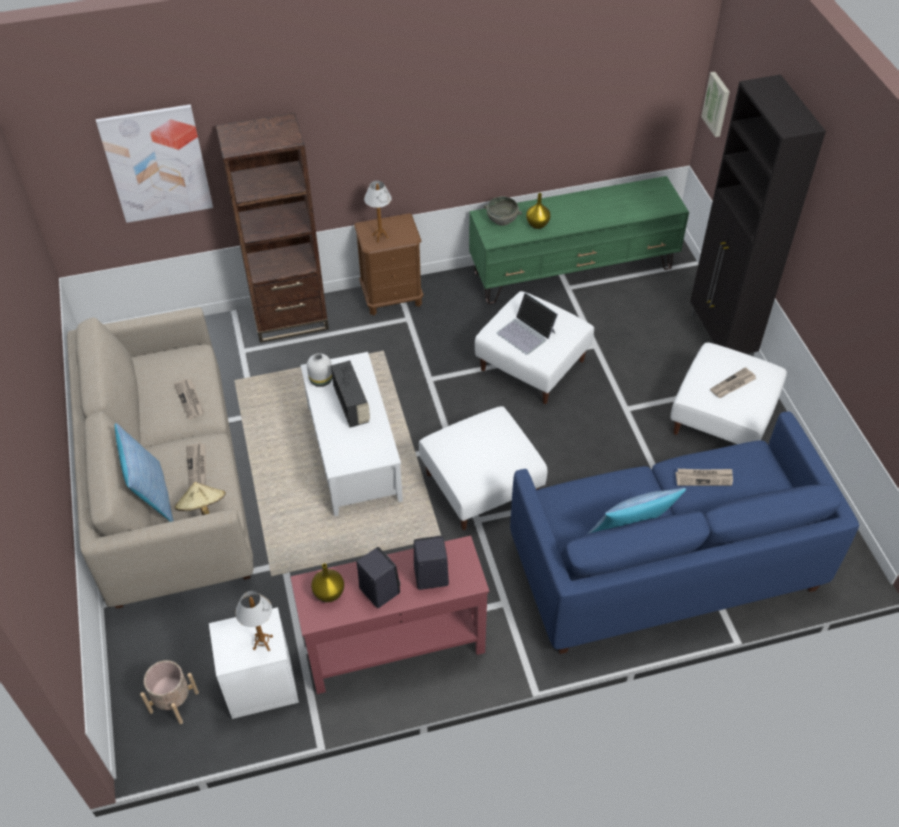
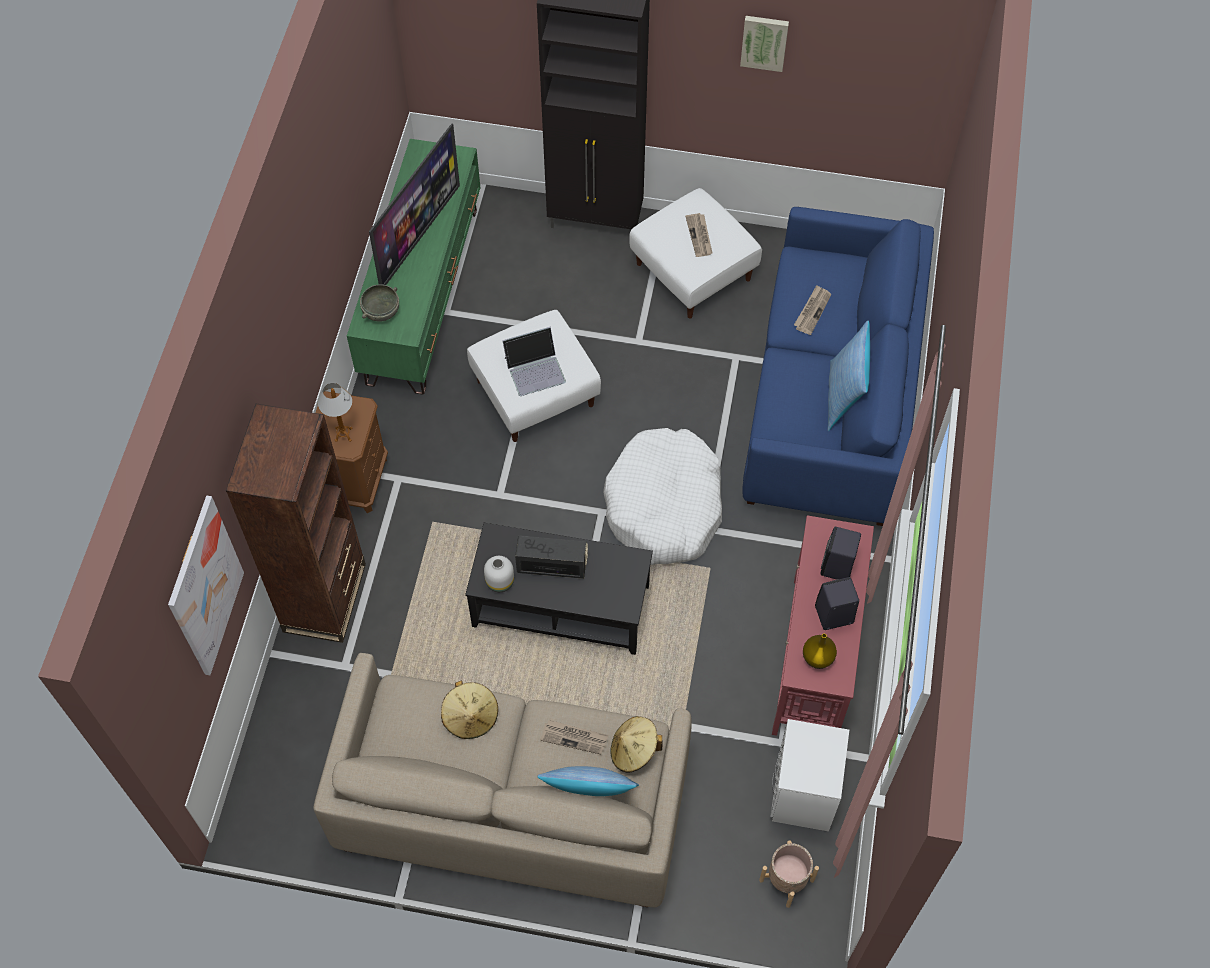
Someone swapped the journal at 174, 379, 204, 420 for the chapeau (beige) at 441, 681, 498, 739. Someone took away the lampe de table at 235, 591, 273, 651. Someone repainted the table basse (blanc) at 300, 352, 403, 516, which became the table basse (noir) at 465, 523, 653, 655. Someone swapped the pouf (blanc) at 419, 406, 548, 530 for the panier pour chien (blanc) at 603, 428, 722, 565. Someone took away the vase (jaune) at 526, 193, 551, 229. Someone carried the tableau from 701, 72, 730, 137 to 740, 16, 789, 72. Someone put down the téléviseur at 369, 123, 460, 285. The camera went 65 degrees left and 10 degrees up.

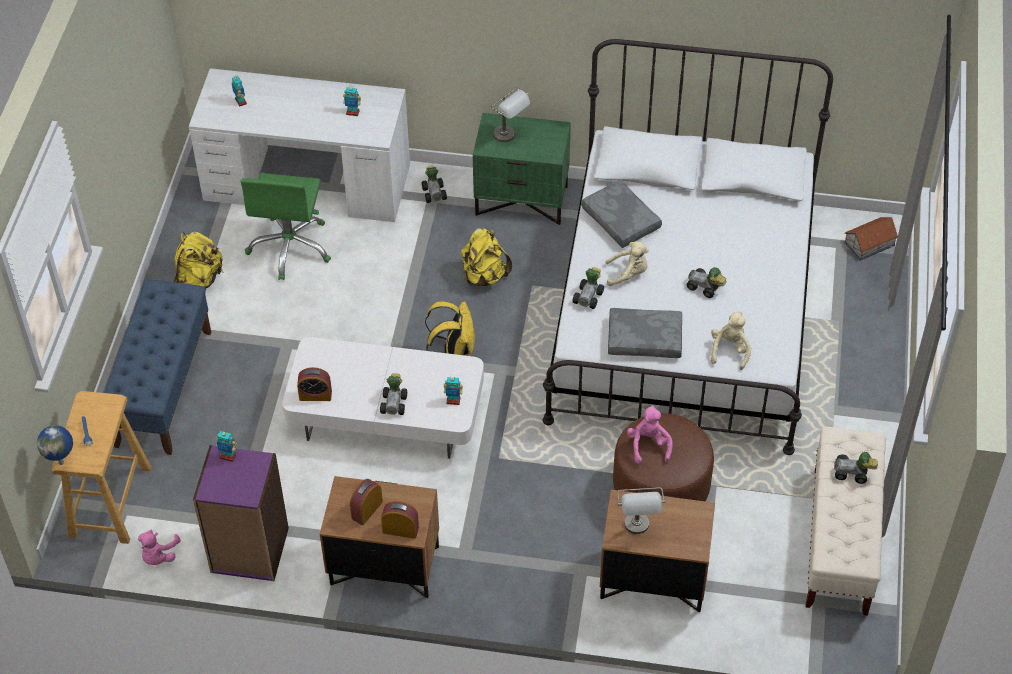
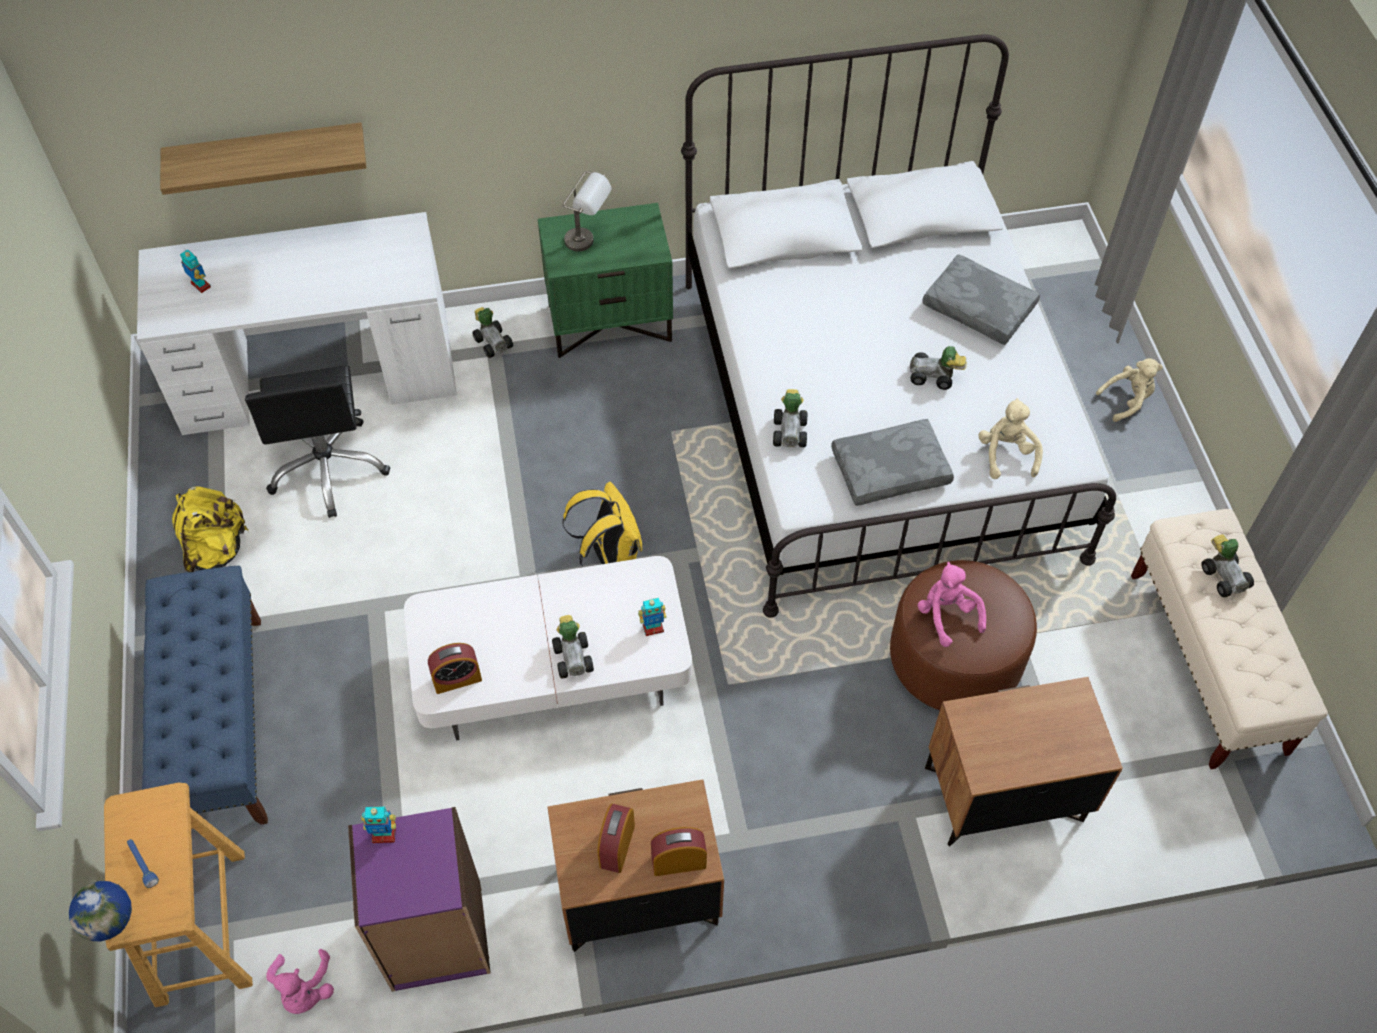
Someone repainted the chaise de bureau (vert) at 240, 173, 331, 280, which became the chaise de bureau (noir) at 245, 365, 390, 518. Someone took away the robot jouet at 343, 87, 361, 116. Someone took away the sac à dos (jaune) at 461, 228, 512, 286. Someone carried the coussin (gris) from 581, 180, 662, 248 to 922, 254, 1040, 345. Someone carried the peluche (beige) from 605, 241, 649, 286 to 1096, 358, 1163, 422. Someone took away the lampe de table (gris) at 617, 487, 666, 534. Someone rotated the petite voiture at 834, 452, 878, 484 by 105 degrees counterclockwise. Someone took away the maison miniature at 844, 217, 898, 261. Someone put up the étagère at 160, 123, 367, 195. The camera went 20 degrees left and 5 degrees up.

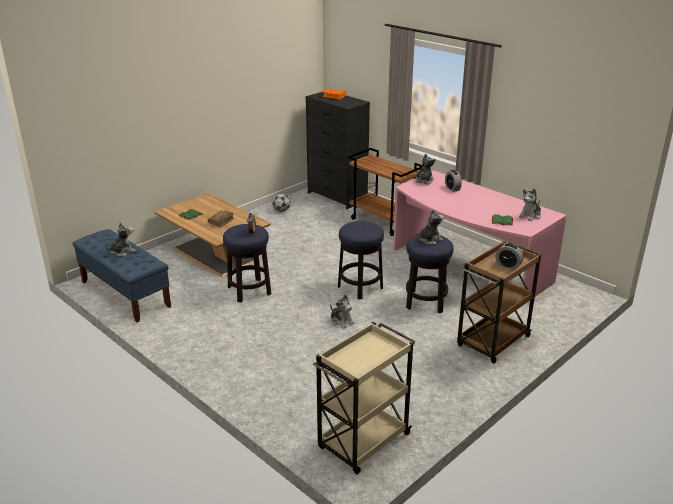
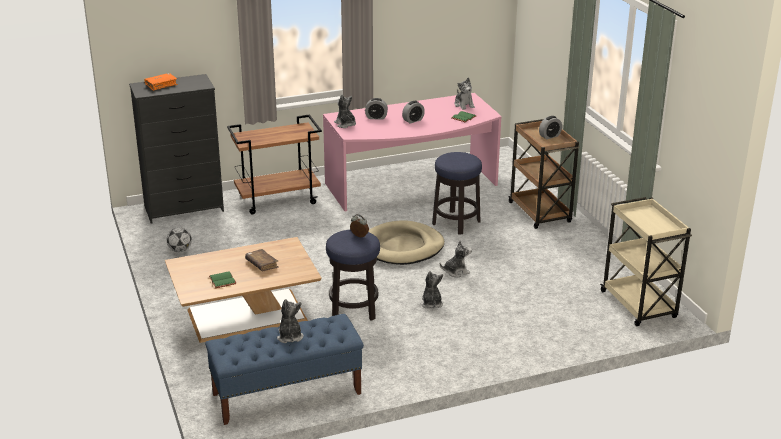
Someone swapped the tabouret at 338, 221, 384, 299 for the panier pour chien (beige) at 369, 220, 444, 265. Someone carried the peluche from 417, 210, 444, 245 to 421, 271, 443, 309. Someone put down the réveil at 402, 101, 425, 124. The camera went 65 degrees left and 0 degrees up.

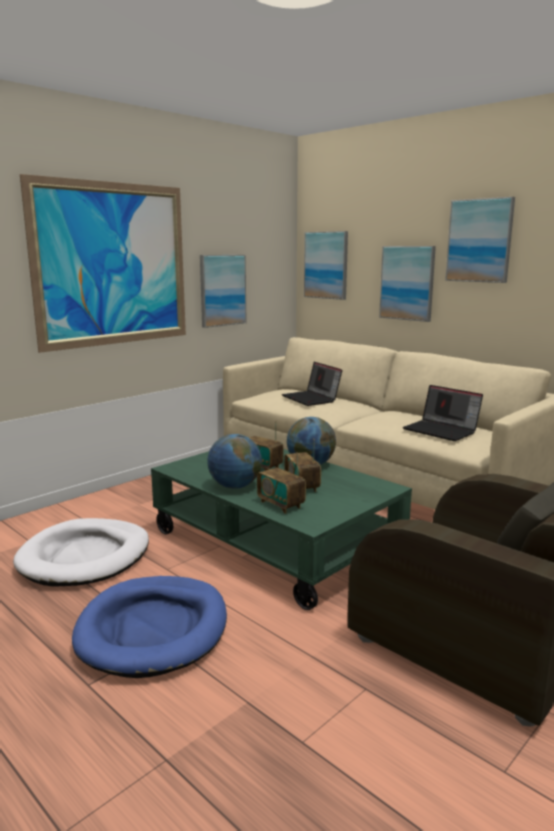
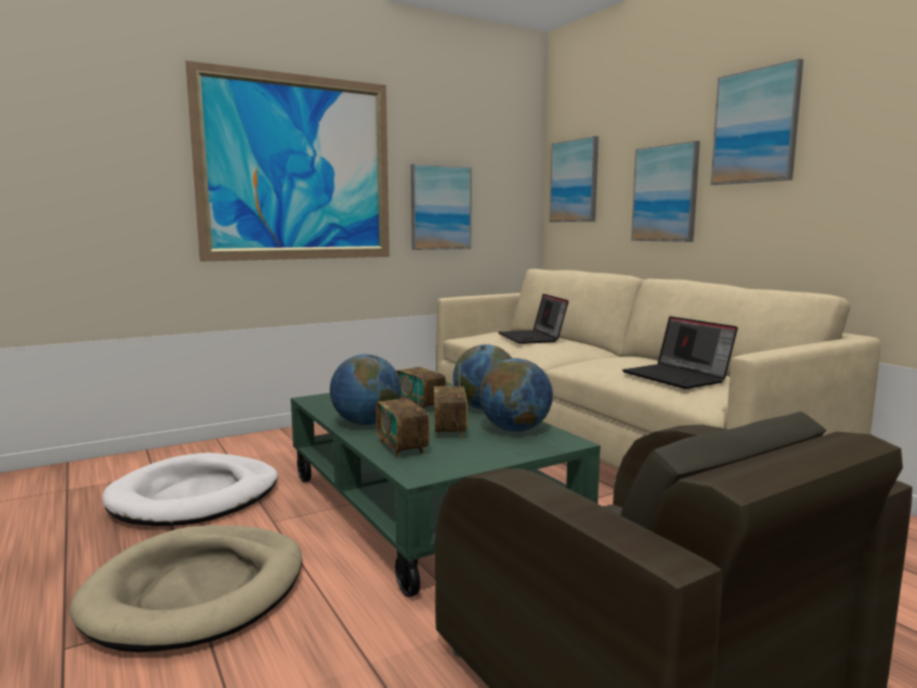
Someone repainted the panier pour chien (bleu) at 72, 576, 227, 678, which became the panier pour chien (beige) at 69, 525, 302, 652. Someone put down the globe at 479, 358, 553, 432. The camera went 15 degrees right and 5 degrees down.

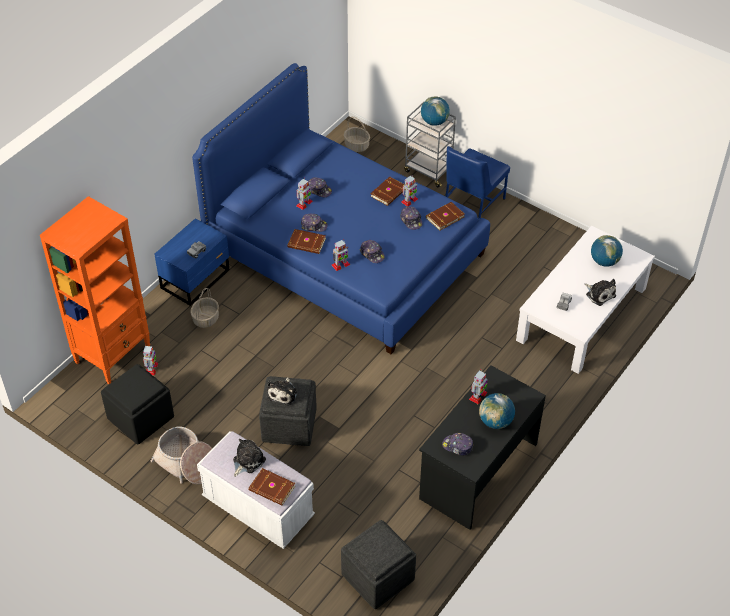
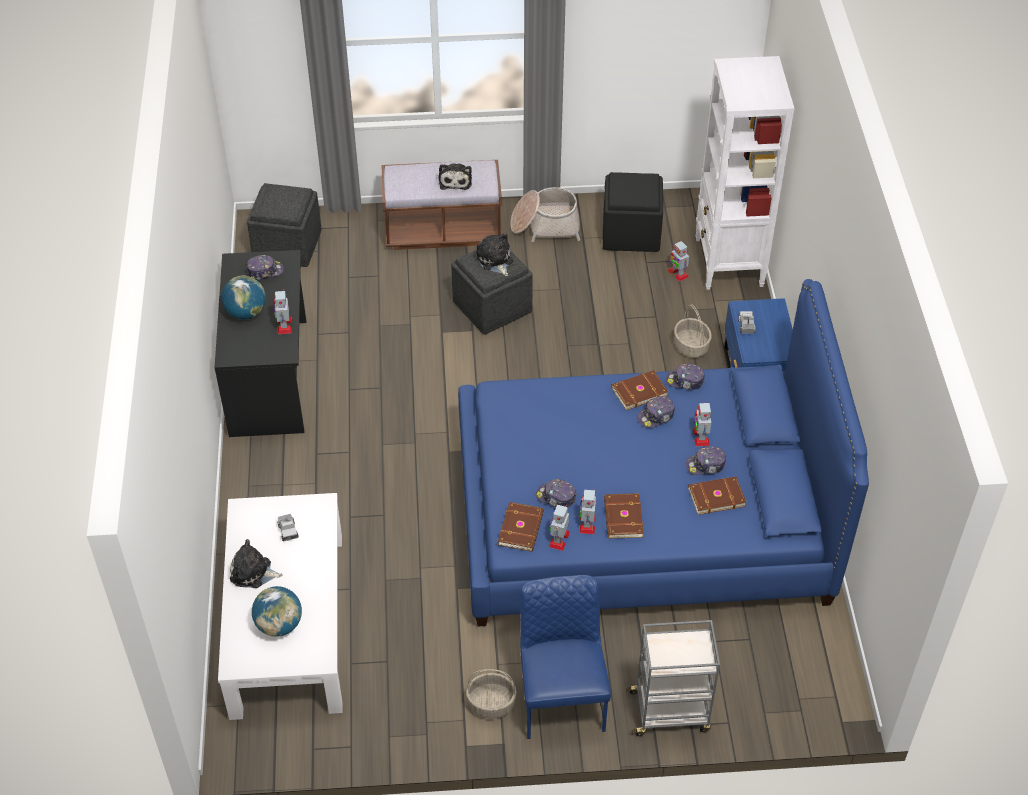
Someone repainted the bibliothèque (orange) at 40, 196, 151, 384, which became the bibliothèque (blanc) at 695, 56, 795, 290. Someone repainted the banc (blanc) at 197, 431, 315, 549, which became the banc (marron) at 382, 160, 502, 250. Someone carried the livre (marron) from 248, 468, 295, 505 to 688, 476, 746, 515. Someone carried the robot jouet from 332, 239, 350, 271 to 549, 505, 570, 551. Someone carried the panier from 344, 117, 370, 152 to 466, 669, 517, 719. Someone carried the casquette from 360, 240, 385, 263 to 666, 364, 705, 390. Someone took away the globe at 421, 97, 450, 126. The camera went 140 degrees right and 0 degrees up.

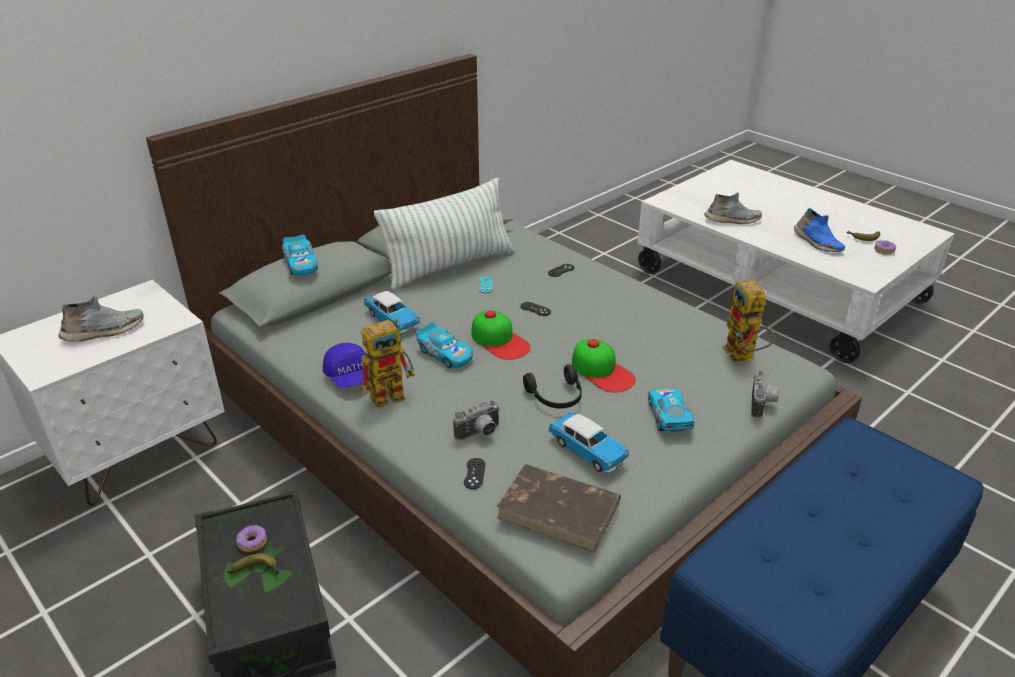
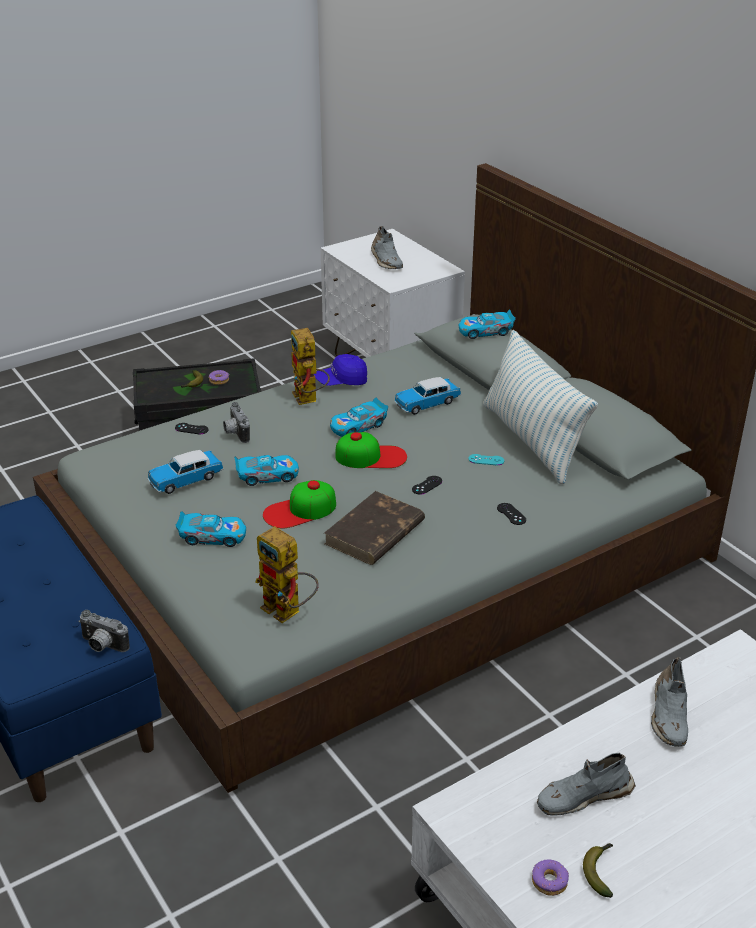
Someone rotated the casquette at 472, 310, 531, 360 by 150 degrees counterclockwise. Someone carried the livre (marron) from 496, 464, 621, 553 to 324, 491, 425, 565. Someone swapped the casque audio (noir) at 523, 364, 582, 408 for the petite voiture at 234, 455, 299, 486. Someone rotated the robot jouet at 723, 280, 775, 363 by 135 degrees counterclockwise. Someone carried the appareil photo from 751, 371, 779, 418 to 78, 610, 130, 652. Someone repainted the chaussure (bleu) at 794, 208, 845, 252, which became the chaussure (gris) at 537, 753, 636, 816. The camera went 100 degrees right and 0 degrees up.

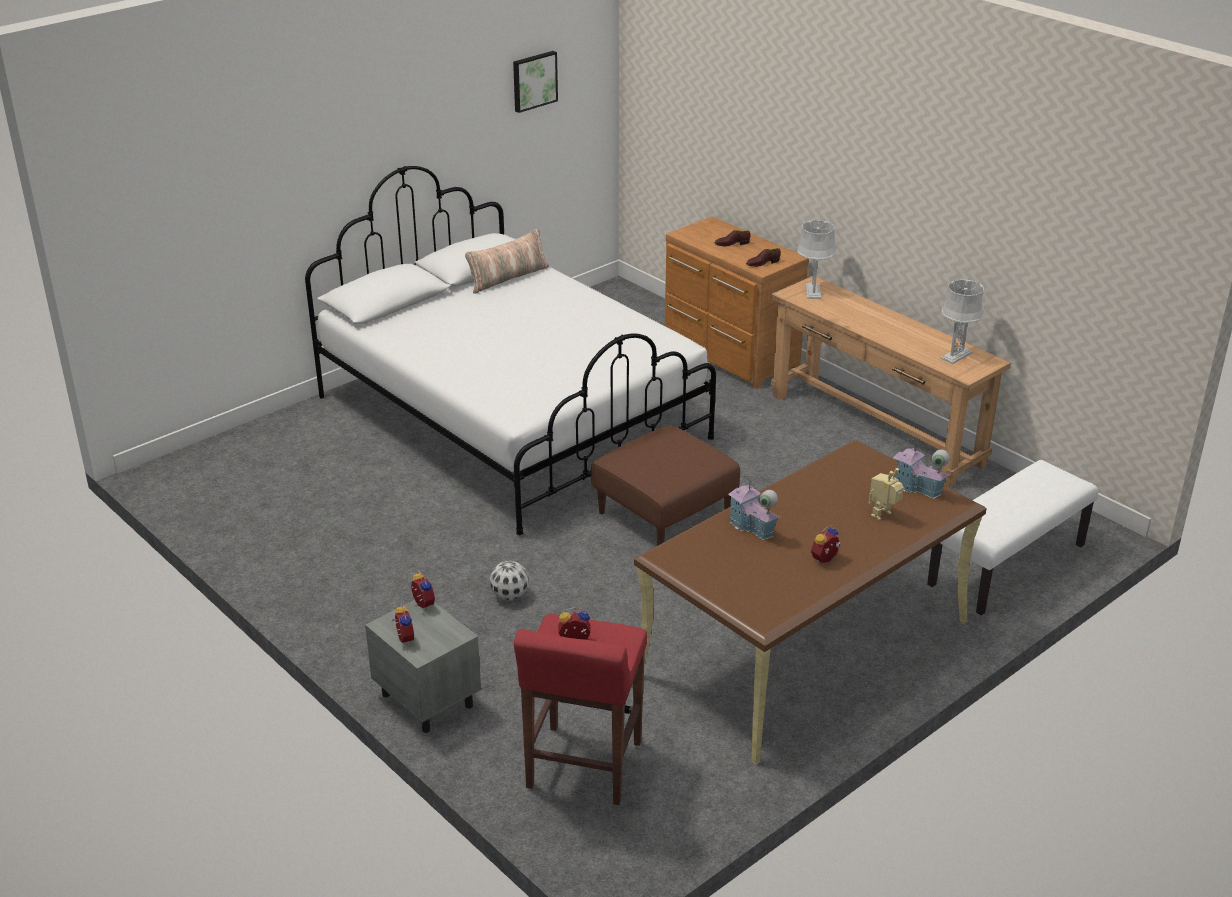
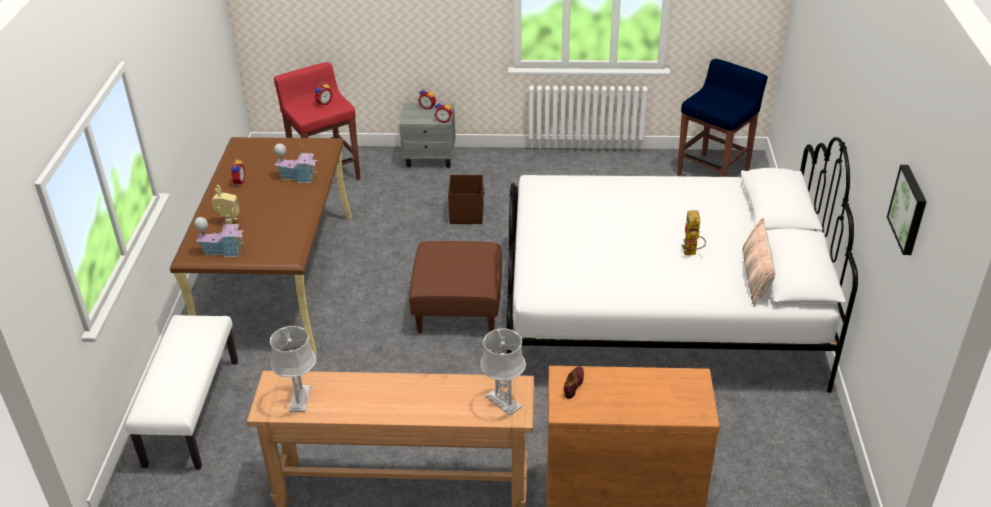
Someone swapped the ballon de foot at 490, 561, 529, 600 for the boîte de rangement (marron) at 448, 175, 485, 224. Someone took away the chaussure (marron) at 714, 230, 751, 246. Someone put down the tabouret (bleu) at 677, 59, 768, 177. Someone put down the robot jouet at 682, 210, 706, 255. The camera went 135 degrees right and 5 degrees up.

